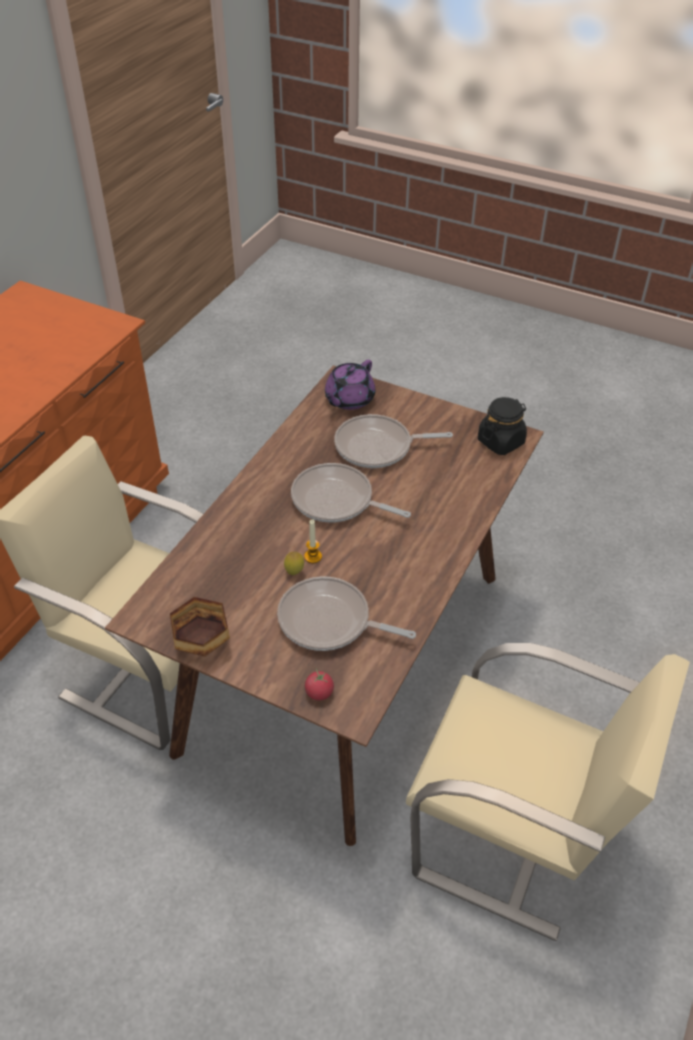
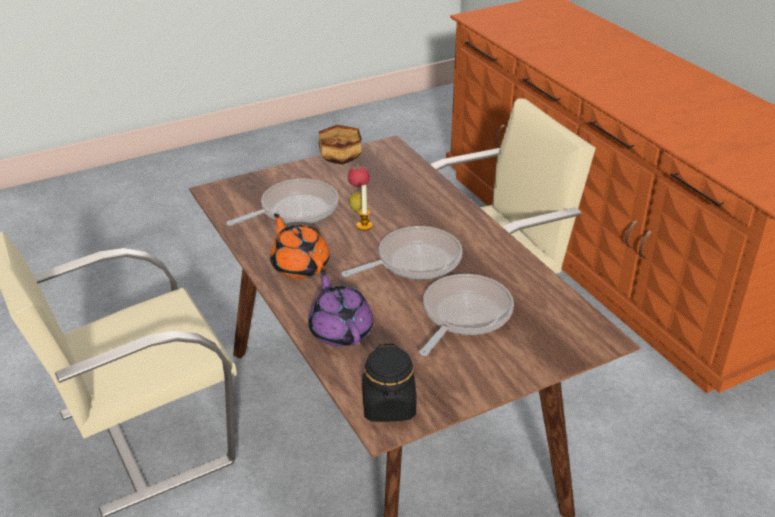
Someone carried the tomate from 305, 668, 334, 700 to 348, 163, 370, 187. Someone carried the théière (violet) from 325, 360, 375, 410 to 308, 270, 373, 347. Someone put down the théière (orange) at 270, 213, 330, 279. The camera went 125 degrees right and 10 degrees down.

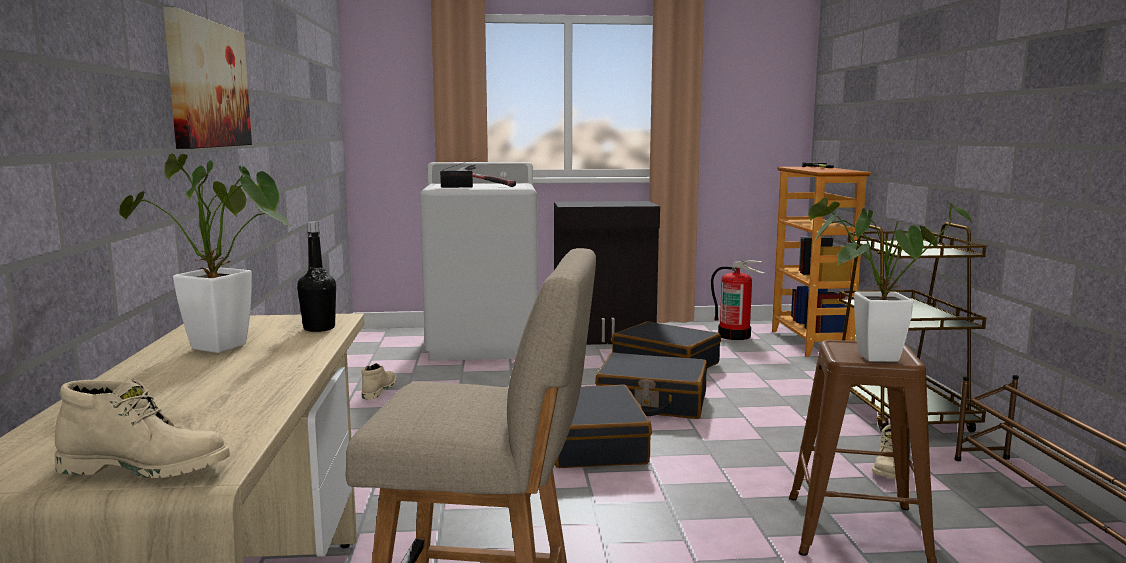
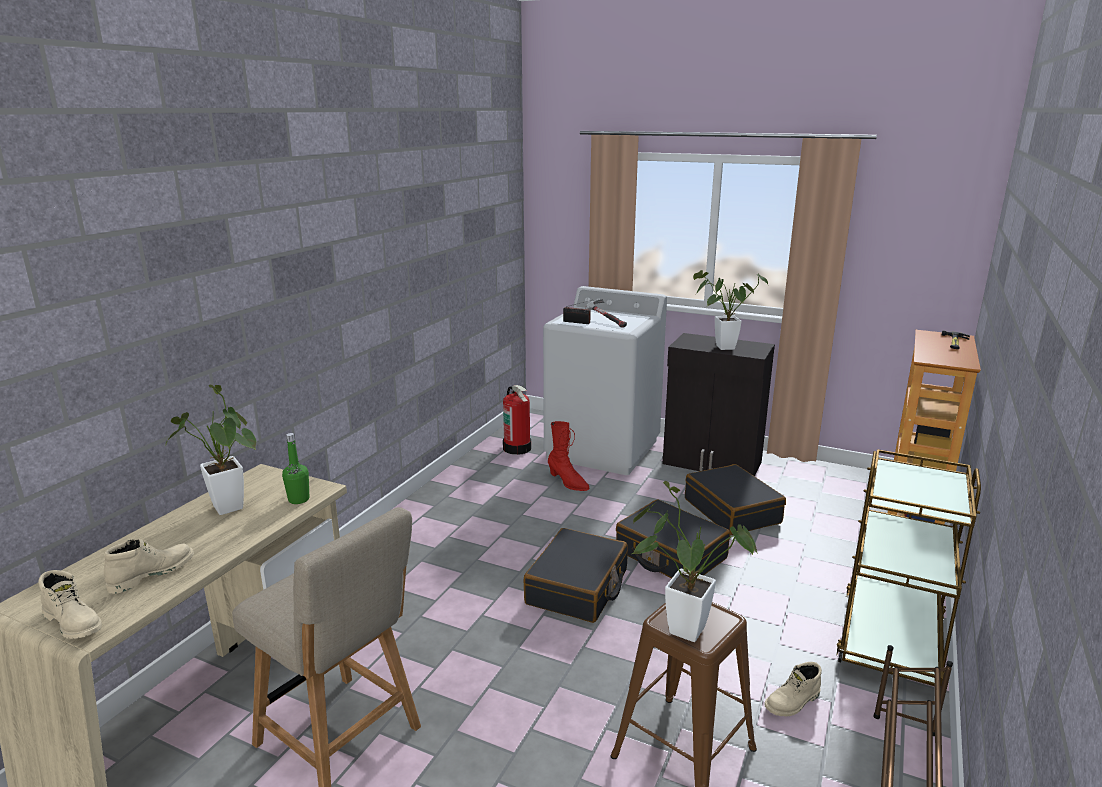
Someone took away the tableau at 163, 7, 252, 149. Someone repainted the bouteille (noir) at 297, 221, 336, 332, which became the bouteille (vert) at 282, 433, 309, 504. Someone carried the botte (beige) from 361, 363, 397, 399 to 104, 539, 194, 594. Someone carried the extincteur from 711, 260, 765, 340 to 503, 385, 531, 455. Someone put down the botte (rouge) at 548, 421, 590, 491. Someone put down the plante en pot at 693, 270, 768, 350. The camera went 30 degrees right and 10 degrees up.

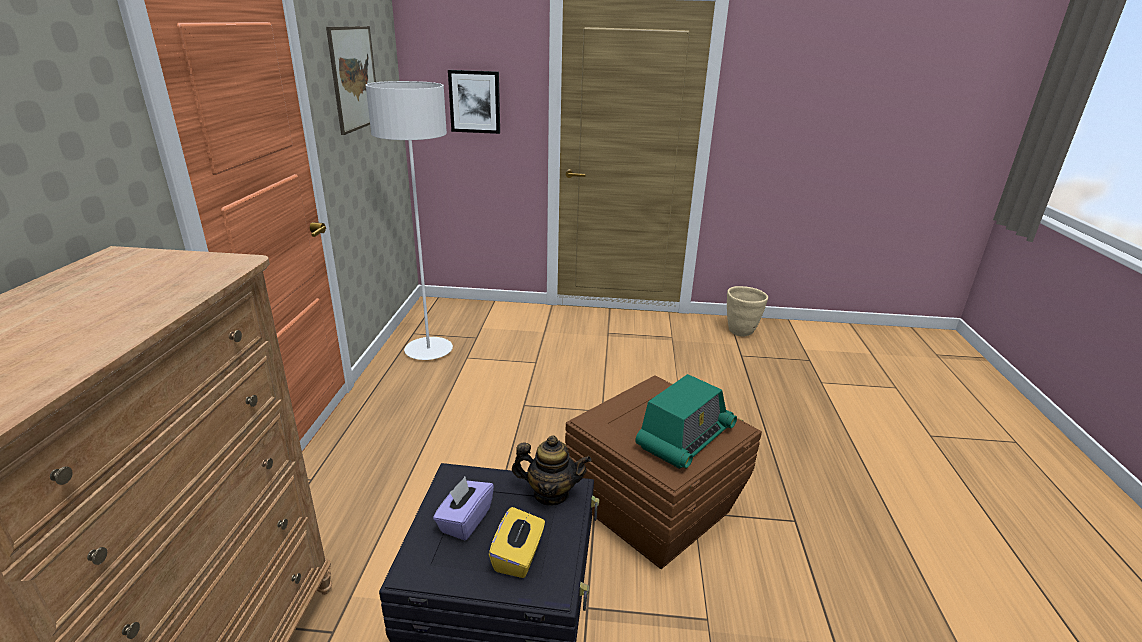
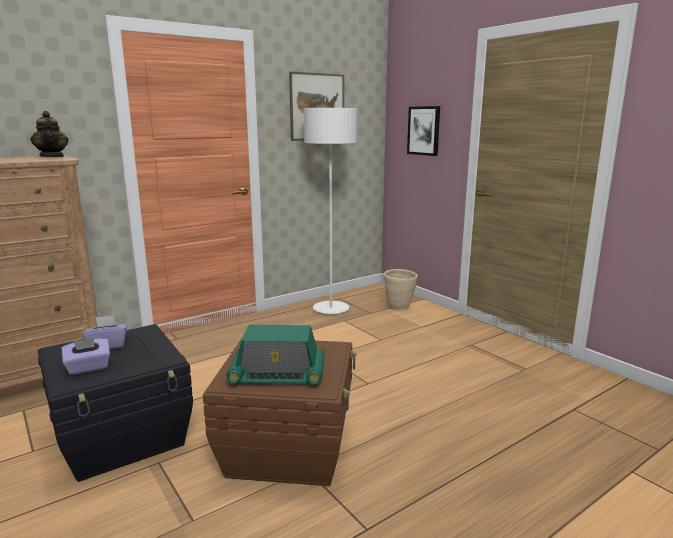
Someone repainted the boîte à mouchoirs (jaune) at 489, 507, 545, 578, which became the boîte à mouchoirs (violet) at 62, 338, 110, 375. Someone carried the théière from 512, 435, 592, 506 to 30, 111, 68, 157. Someone carried the cache-pot (beige) from 727, 286, 768, 337 to 384, 269, 417, 310. The camera went 50 degrees right and 10 degrees down.

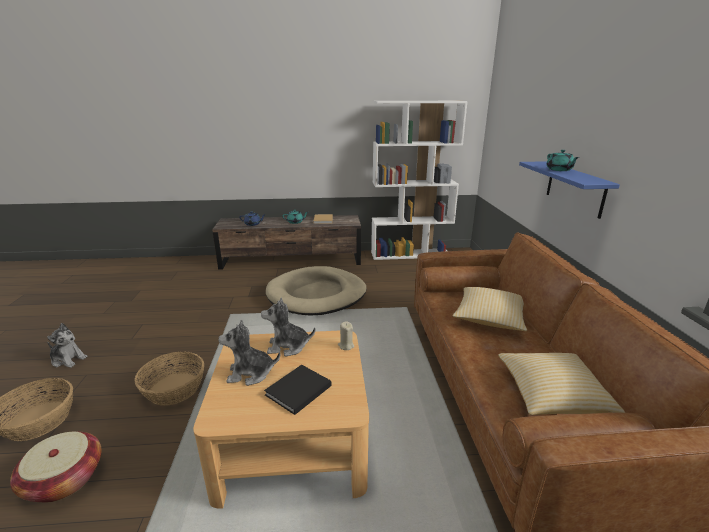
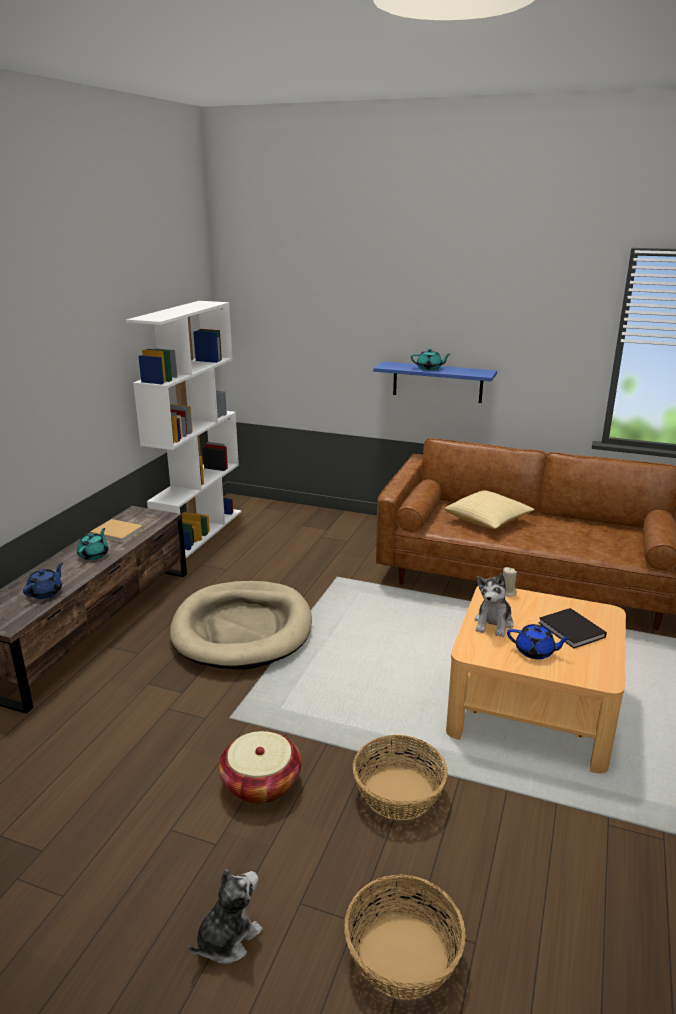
Someone carried the panier from 10, 432, 101, 502 to 218, 731, 301, 804. Someone swapped the peluche at 219, 320, 280, 386 for the théière (bleu) at 507, 624, 571, 659. Someone took away the coussin at 498, 353, 625, 415. The camera went 65 degrees left and 0 degrees up.

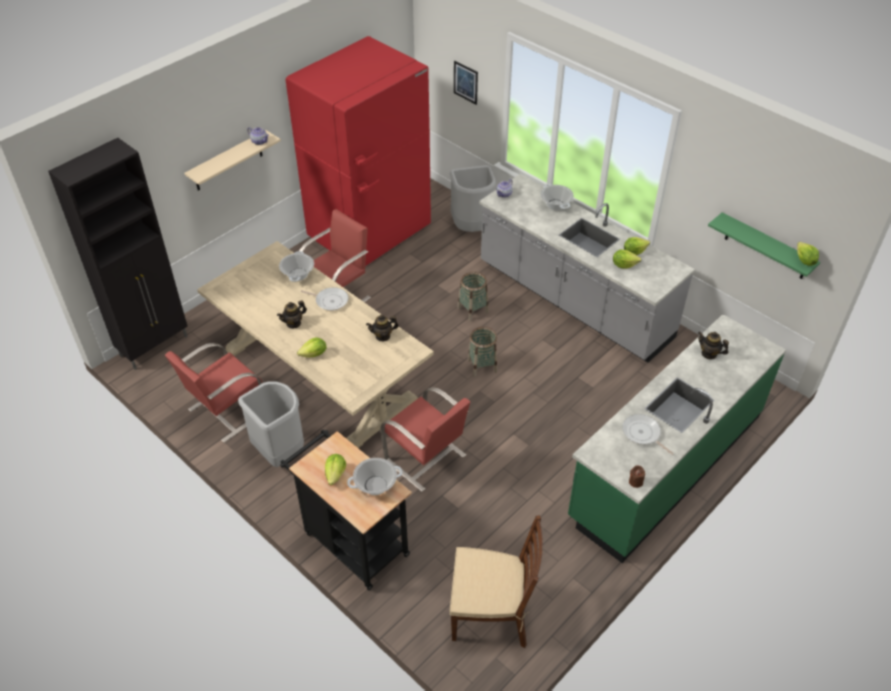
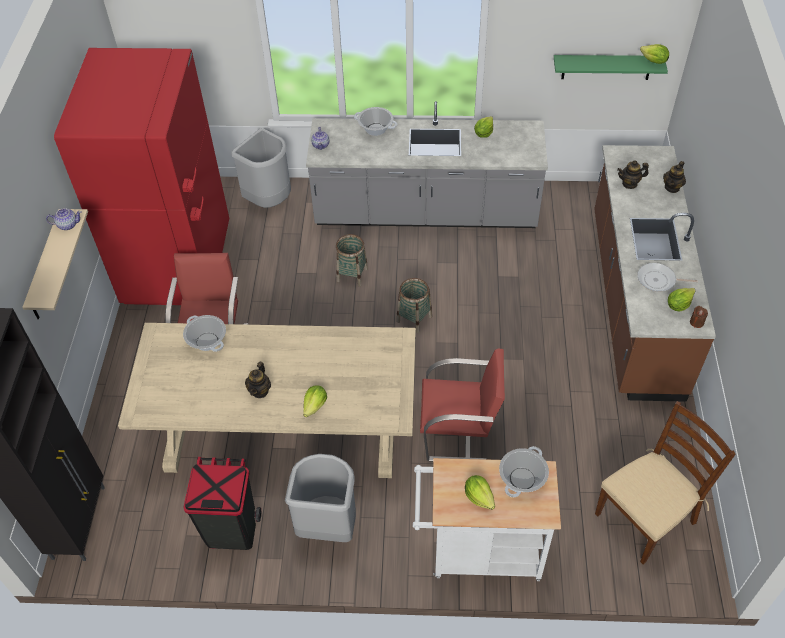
Someone swapped the chaise (rouge) at 165, 343, 262, 443 for the poubelle (noir) at 183, 457, 261, 550. Someone repainted the chariot (noir) at 280, 429, 412, 591, which became the chariot (blanc) at 413, 458, 561, 581. Someone took away the poêle at 301, 287, 348, 311. Someone carried the théière from 366, 315, 399, 342 to 663, 161, 686, 193. Someone took away the tableau at 454, 61, 478, 105. Someone repainted the comptoir de cuisine (vert) at 568, 314, 786, 563, which became the comptoir de cuisine (marron) at 594, 145, 716, 402. Someone carried the laitue from 613, 250, 641, 269 to 668, 288, 696, 312. The camera went 40 degrees left and 5 degrees up.

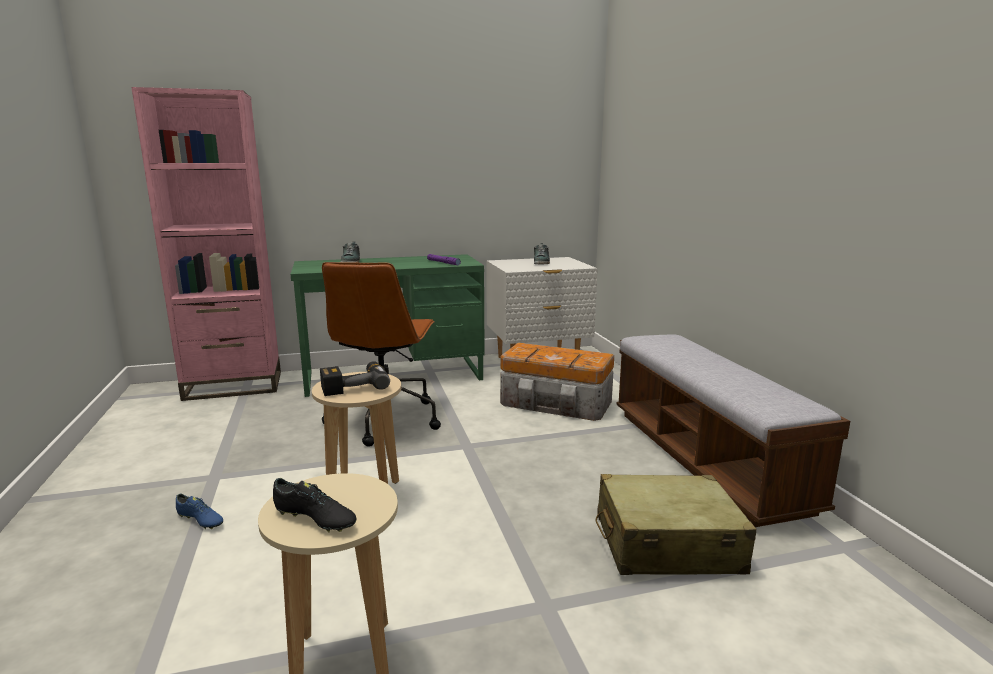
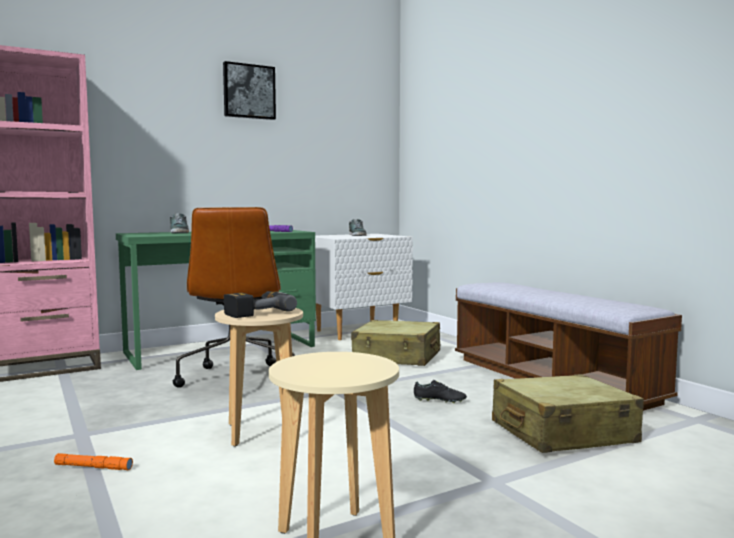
Someone swapped the chaussure (bleu) at 176, 494, 223, 529 for the lampe de poche (orange) at 54, 453, 133, 470. Someone carried the chaussure (noir) from 273, 478, 356, 532 to 414, 380, 467, 403. Someone swapped the boîte de rangement at 500, 343, 614, 421 for the valise (beige) at 351, 320, 440, 366. Someone put up the tableau at 223, 61, 276, 120. The camera went 15 degrees left and 10 degrees down.

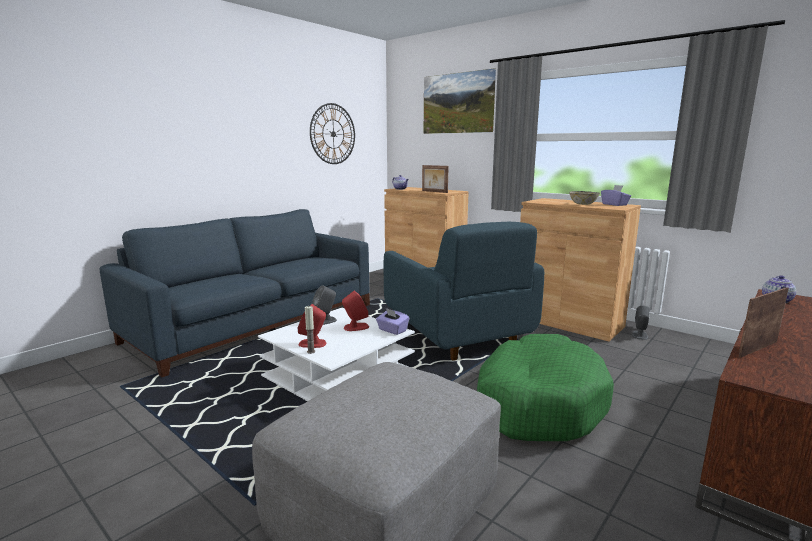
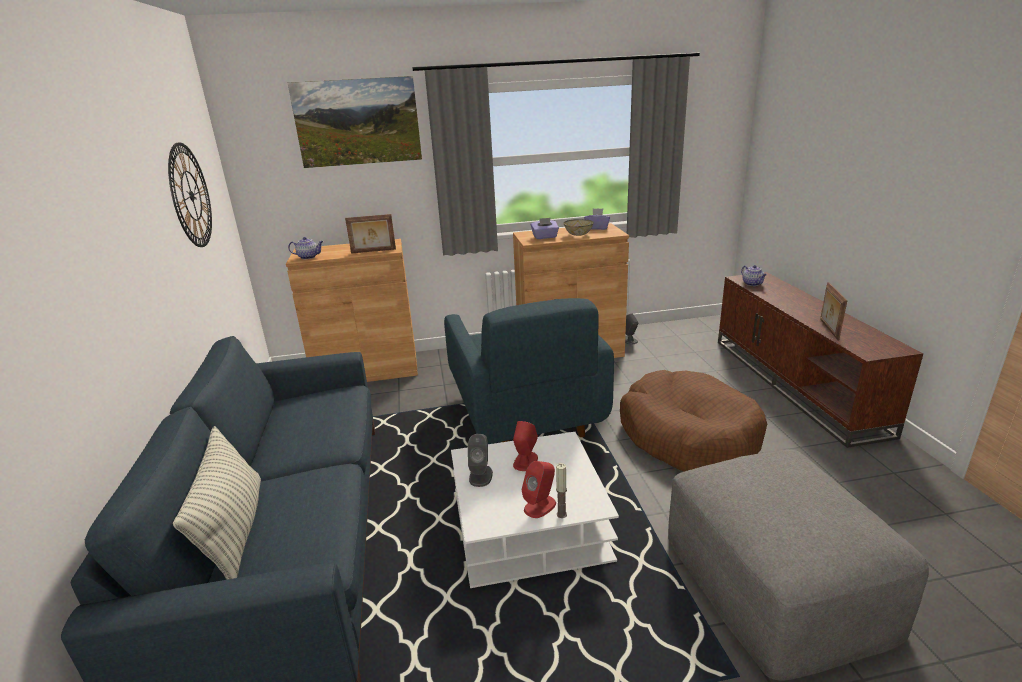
Someone carried the boîte à mouchoirs (violet) from 376, 308, 409, 335 to 531, 218, 559, 239. Someone rotated the fauteuil (bleu) at 384, 222, 544, 361 by 60 degrees clockwise. Someone repainted the panier pour chien (vert) at 477, 334, 614, 441, which became the panier pour chien (marron) at 620, 370, 767, 472. Someone put down the coussin at 173, 426, 261, 580. The camera went 50 degrees left and 10 degrees up.

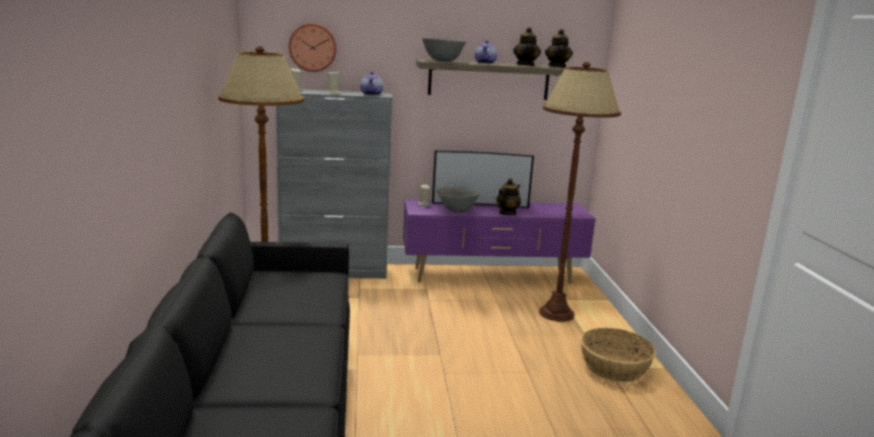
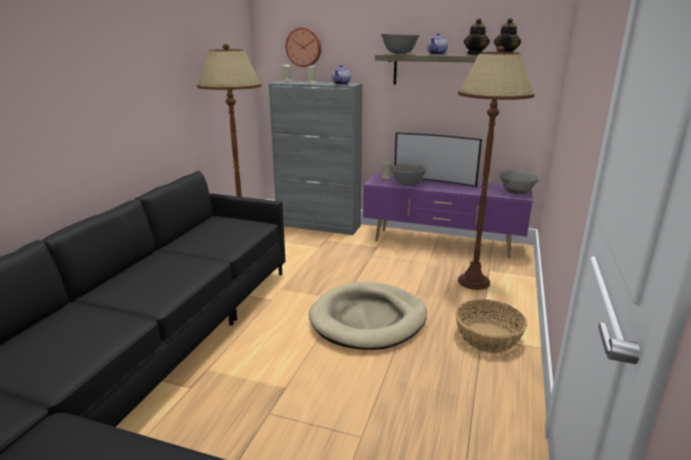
Someone took away the théière at 496, 178, 521, 215. Someone put down the panier pour chien (beige) at 309, 282, 427, 350. Someone put down the bol (gris) at 499, 170, 540, 194. The camera went 25 degrees right and 5 degrees up.

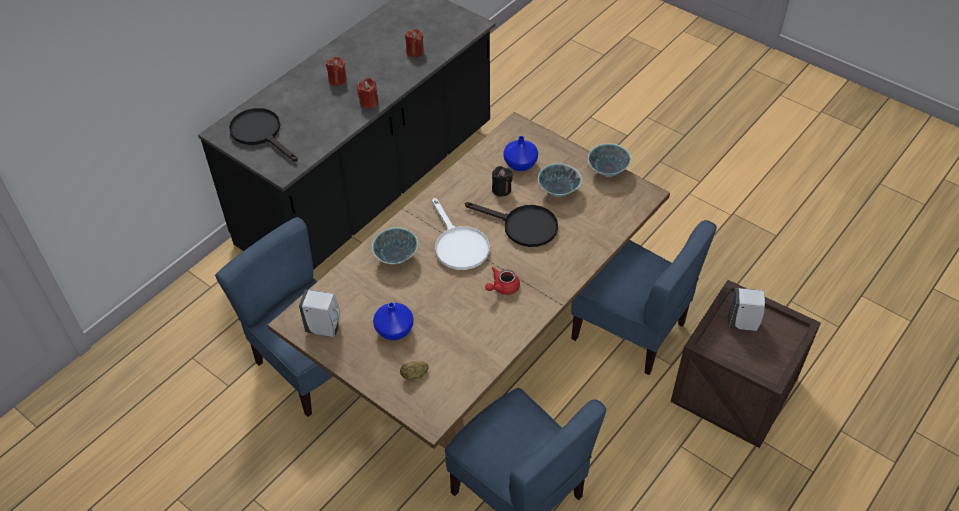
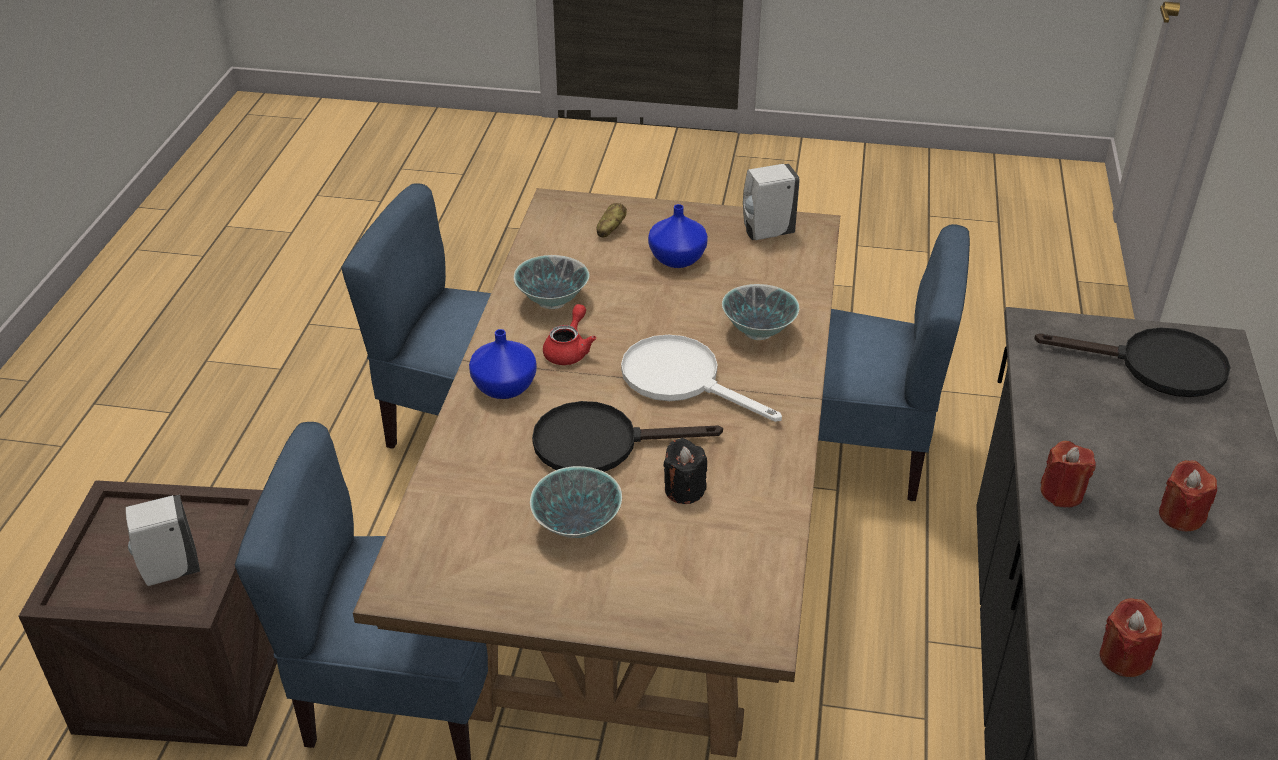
Someone carried the vase (bleu) from 503, 136, 538, 171 to 469, 329, 537, 399. Someone carried the bol from 588, 143, 631, 177 to 514, 255, 590, 309. The camera went 150 degrees right and 10 degrees down.

